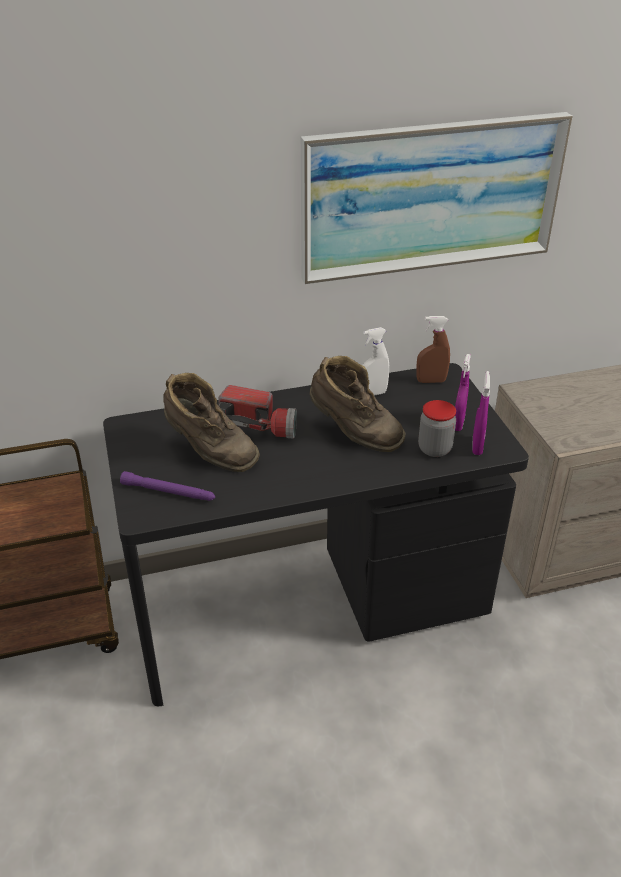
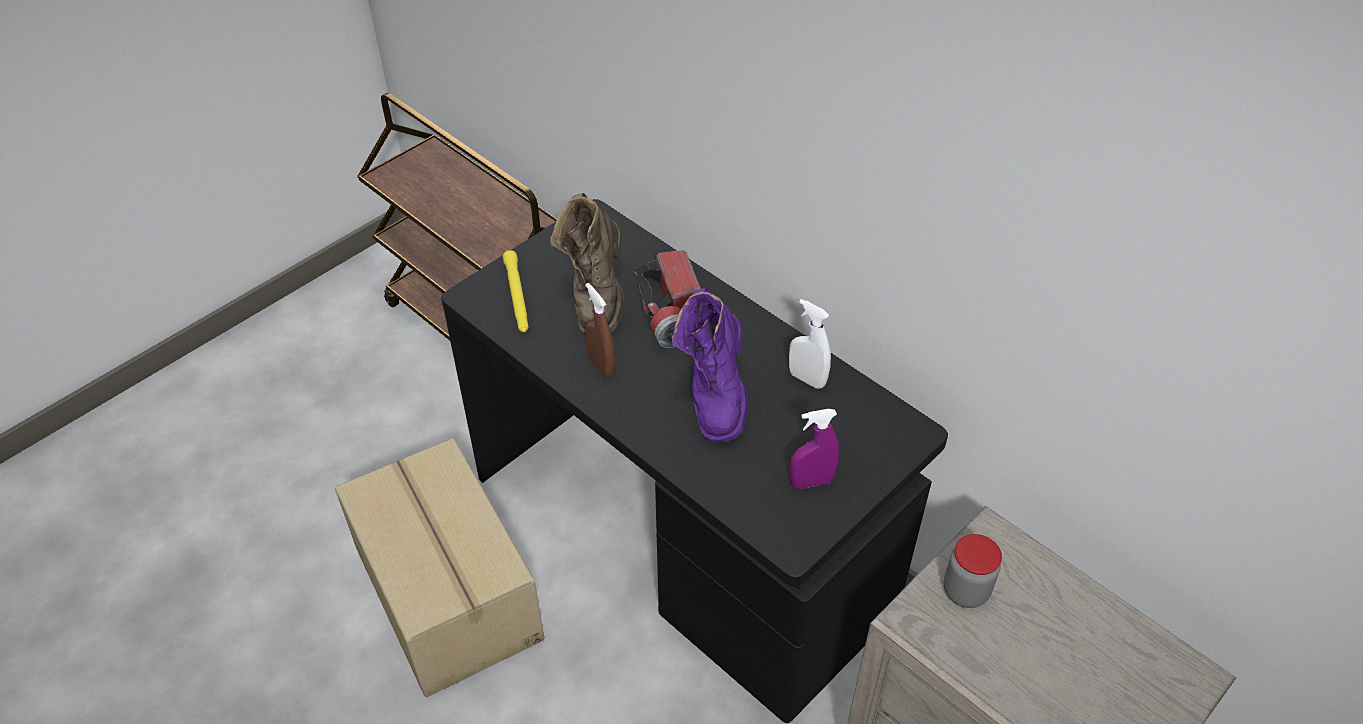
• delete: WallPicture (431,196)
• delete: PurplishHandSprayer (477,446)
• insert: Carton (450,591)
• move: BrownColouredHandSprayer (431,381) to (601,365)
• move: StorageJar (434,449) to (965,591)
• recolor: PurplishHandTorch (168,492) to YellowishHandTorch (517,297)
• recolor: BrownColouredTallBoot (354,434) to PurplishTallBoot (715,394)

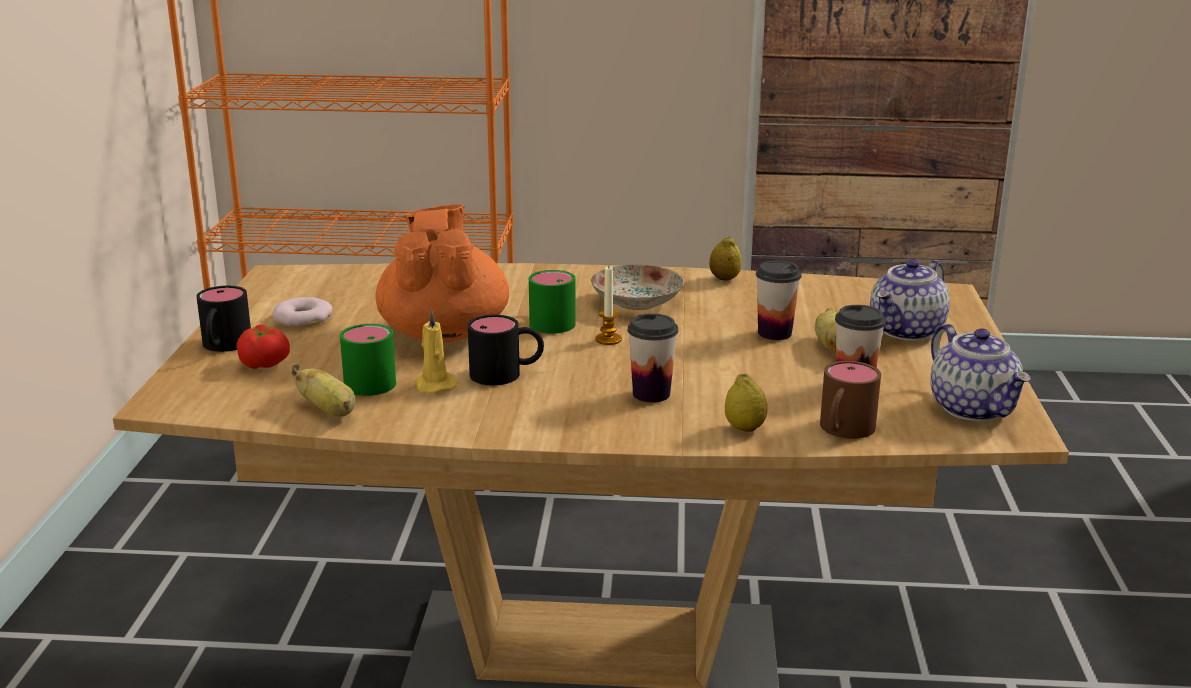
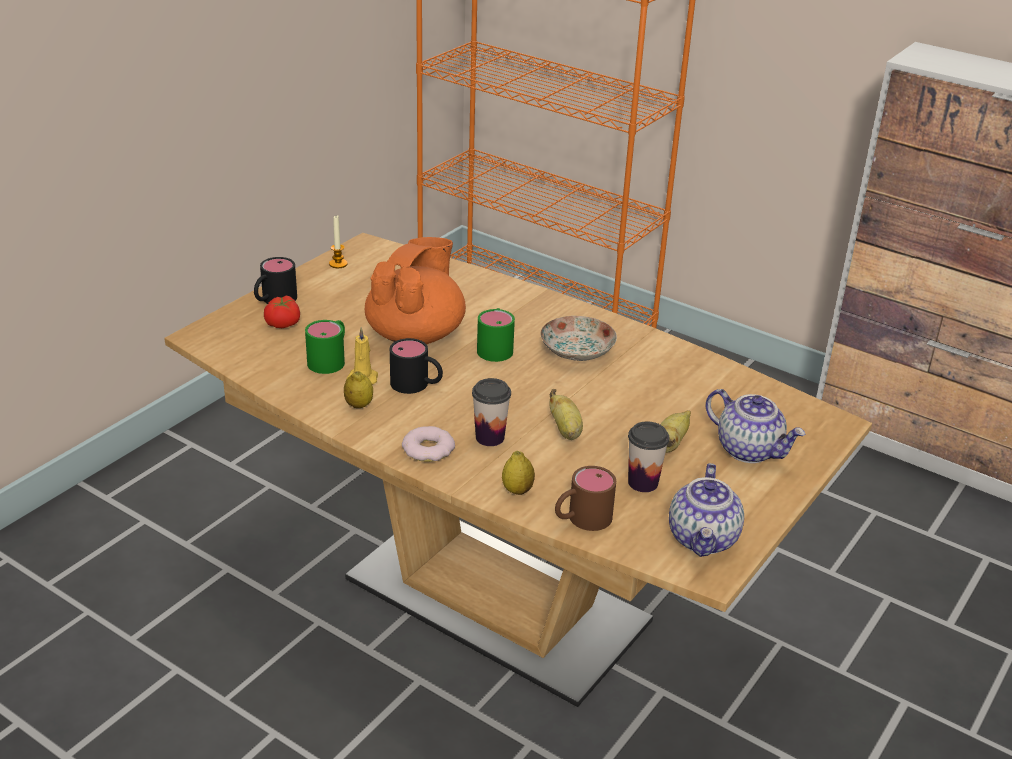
• delete: Cup (774,333)
• move: Doughnut (303,319) to (428,449)
• move: BananaFruit (329,411) to (565,430)
• move: WaxCandle (608,339) to (338,264)
• move: WholeLemon (724,279) to (359,405)
• rotate: Teapot (907,331) = (749,450) 120 degrees counterclockwise

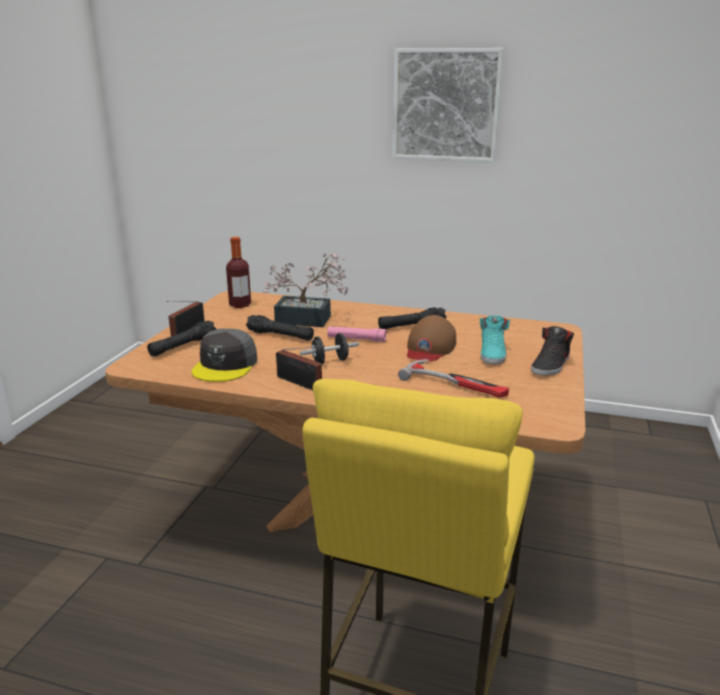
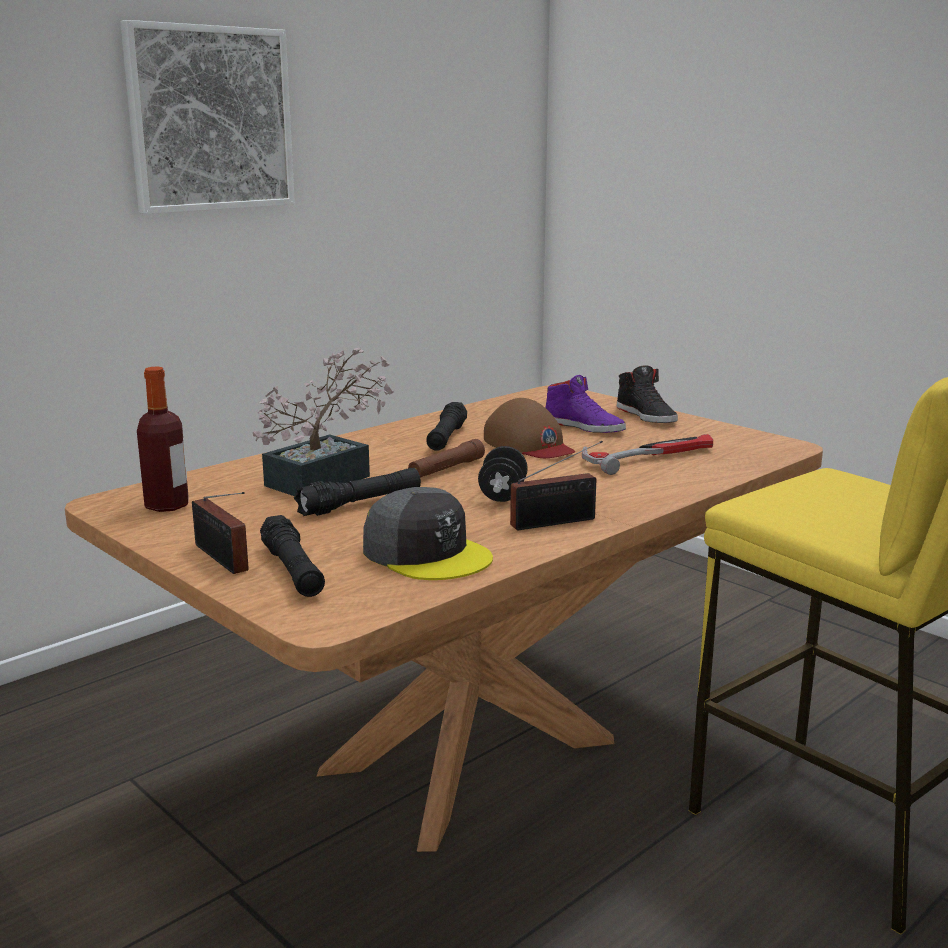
• recolor: PinkishHandTorch (356,339) to BrownColouredHandTorch (446,469)
• recolor: TurquoiseColouredItemOfFootwear (492,353) to PurplishItemOfFootwear (584,426)

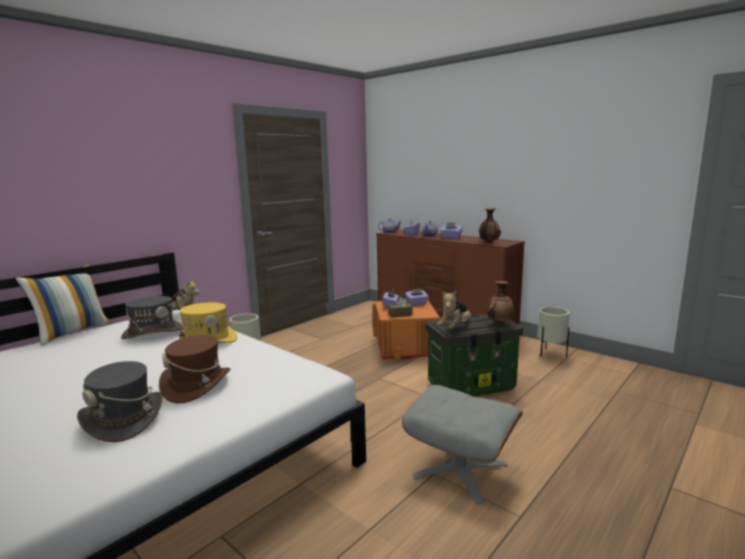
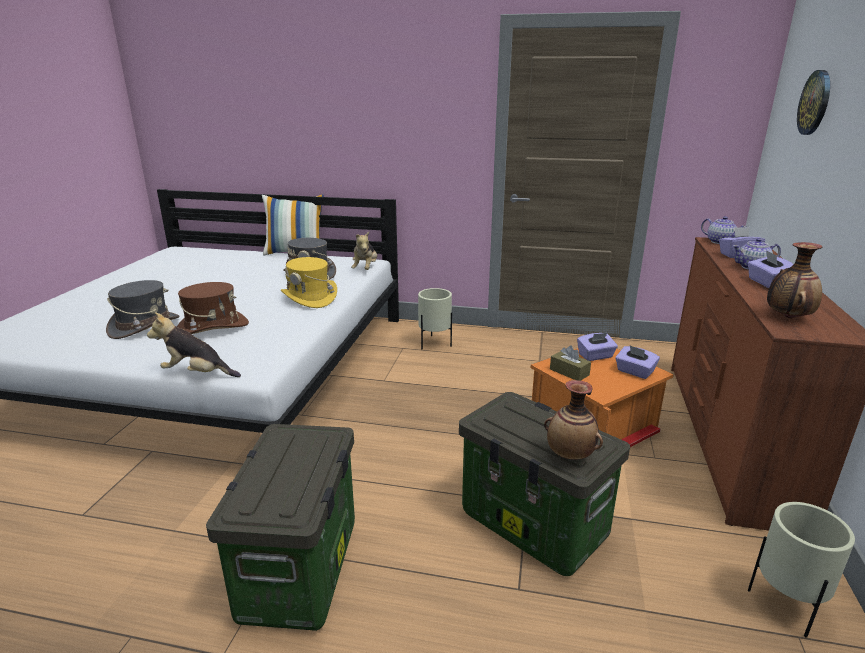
• insert: WallClock (815,102)
• move: PlushToy (455,327) to (197,374)
• replace: GrayPouffe (461,470) to StorageContainer (301,572)

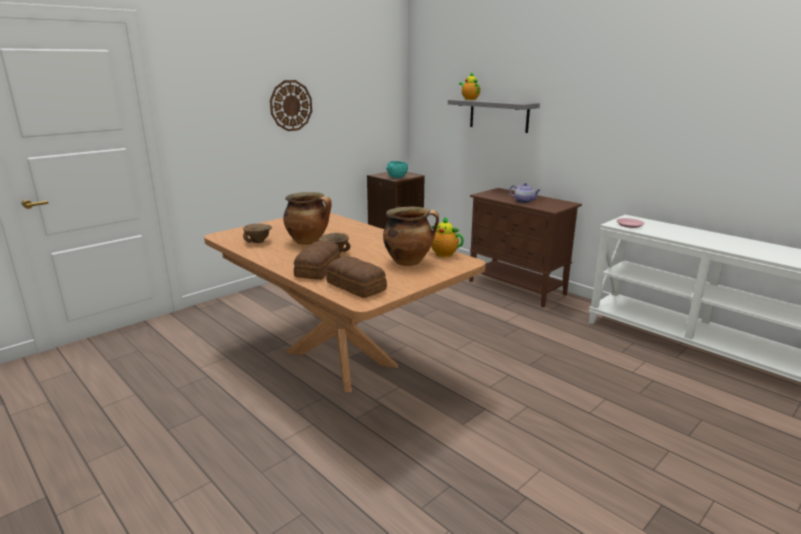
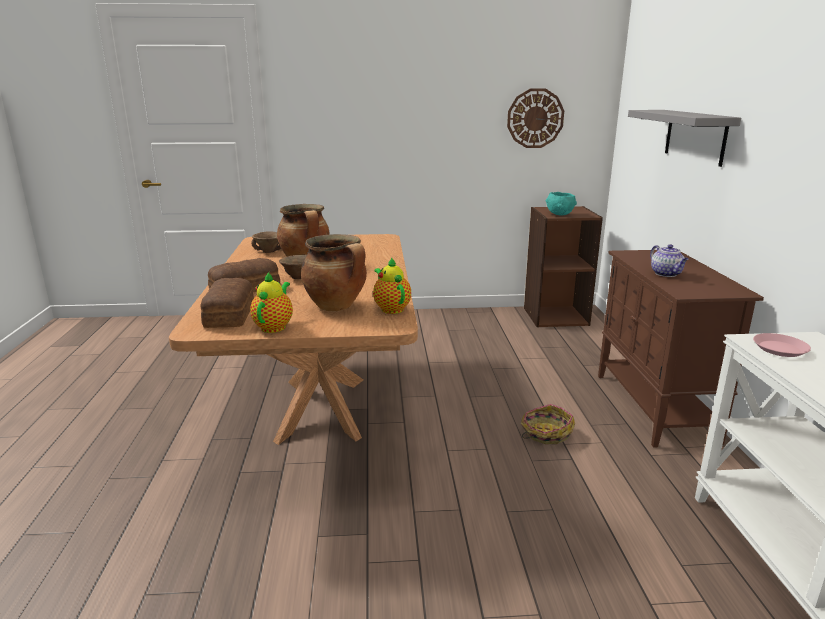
• insert: Basket (545,433)
• move: WallClock (291,105) to (535,118)
• move: Teapot (469,99) to (274,326)

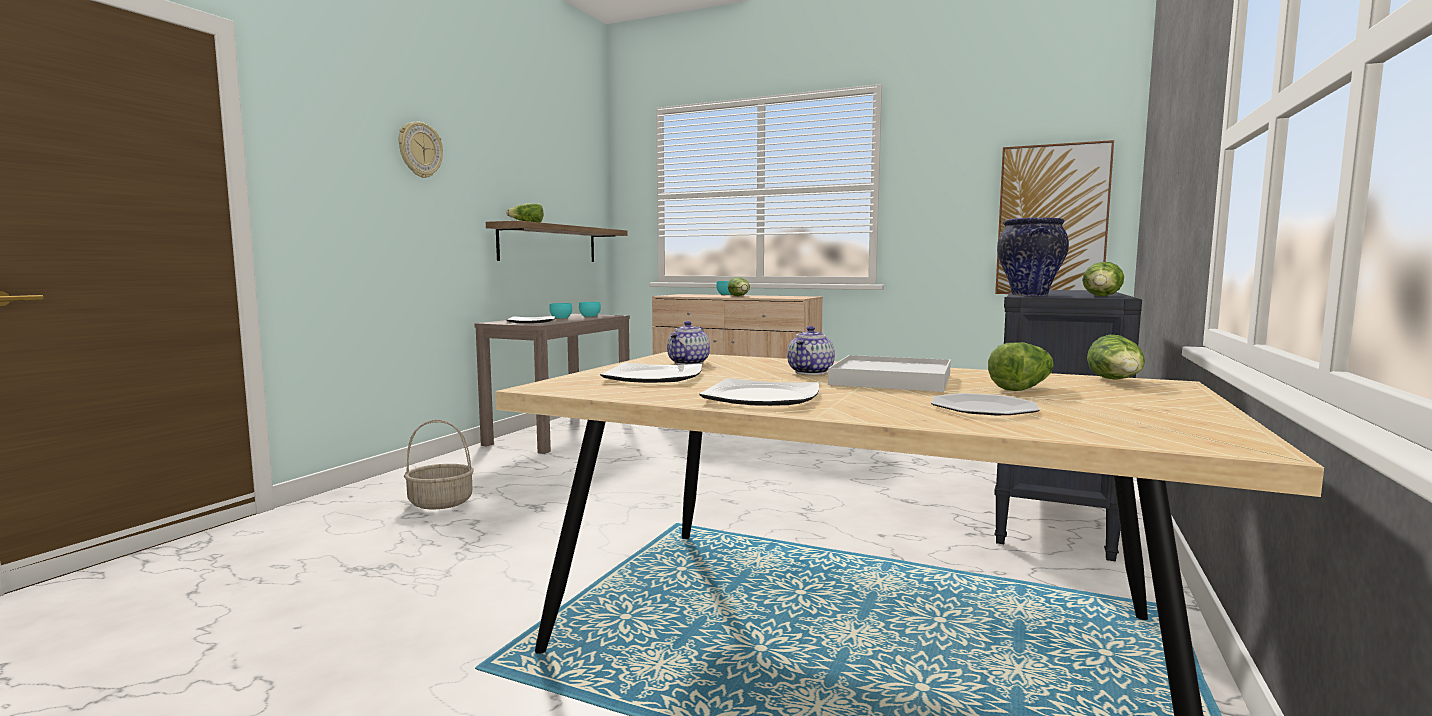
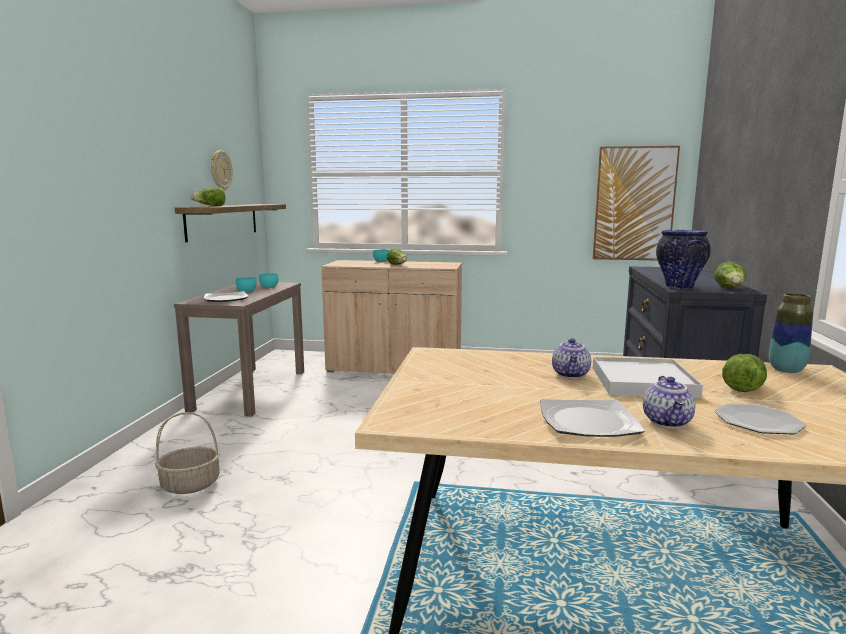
• delete: FlatDish (652,377)
• move: WallClock (419,150) to (220,170)
• move: Teapot (689,363) to (668,422)
• replace: HeadOfLettuce (1117,381) to DecorativeVase (786,370)

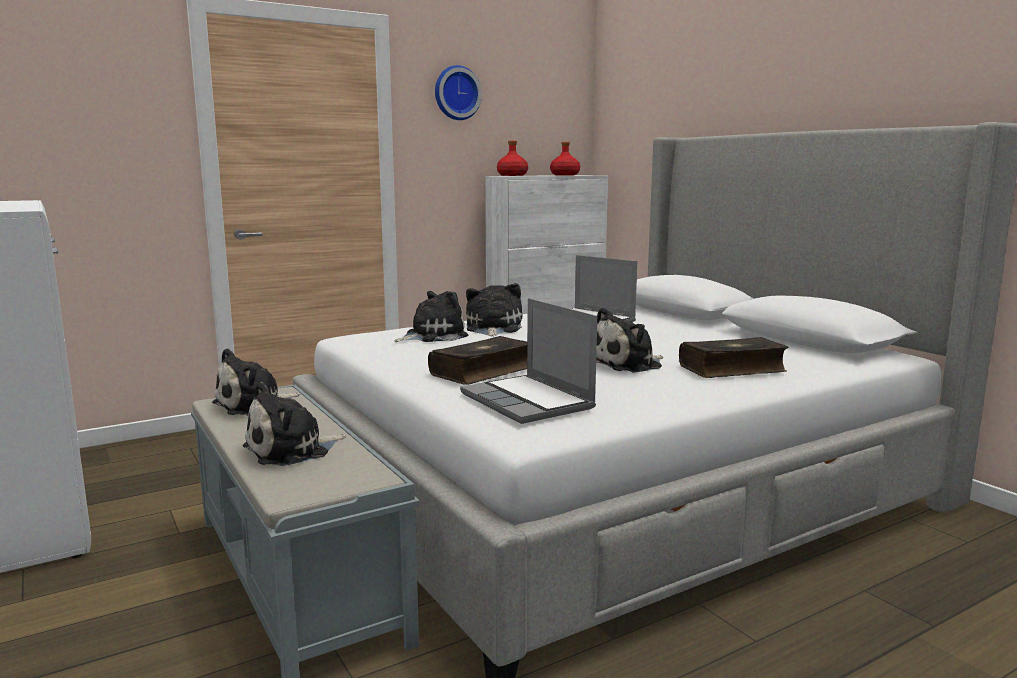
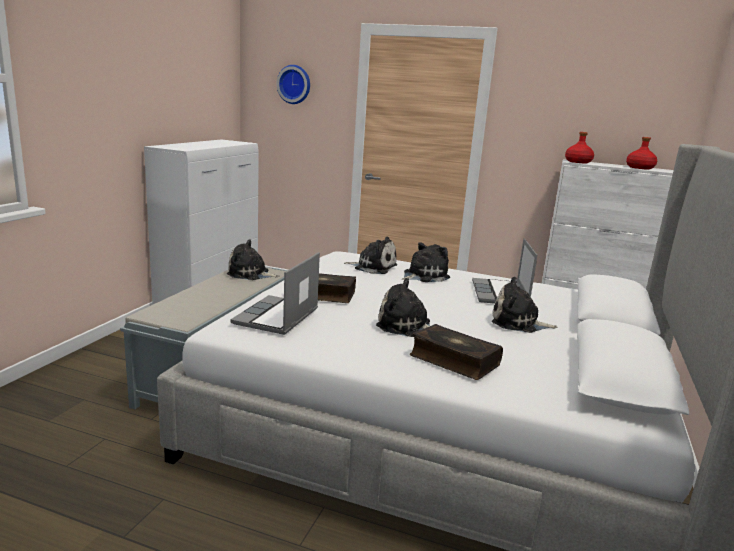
• move: PlushToy (292,450) to (518,323)
• move: WallClock (456,93) to (294,84)

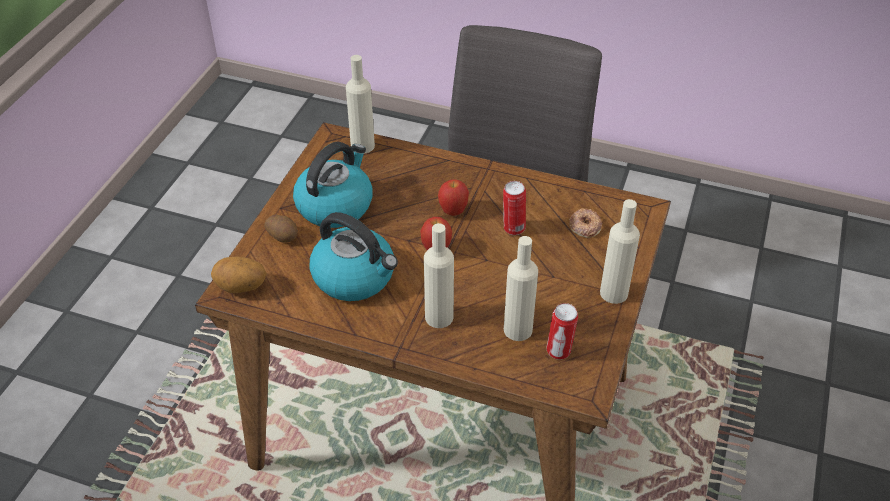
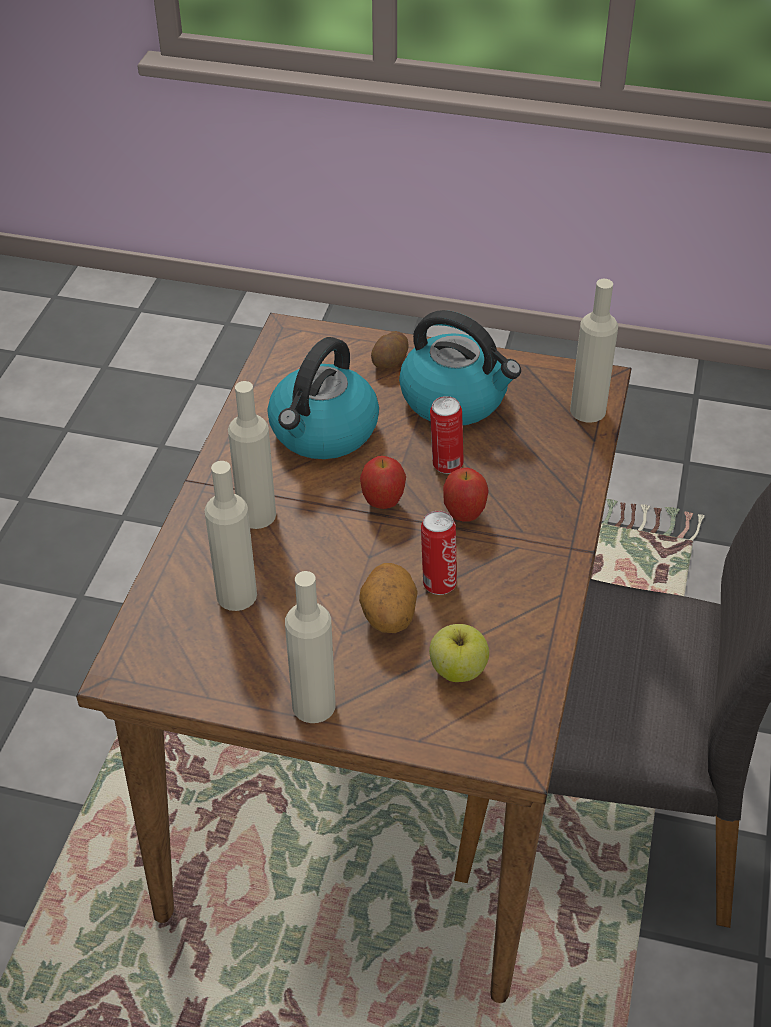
• move: Potato (241,288) to (388,617)
• move: Can (559,352) to (446,465)
• replace: Doughnut (585,226) to WholeApple (458,669)

